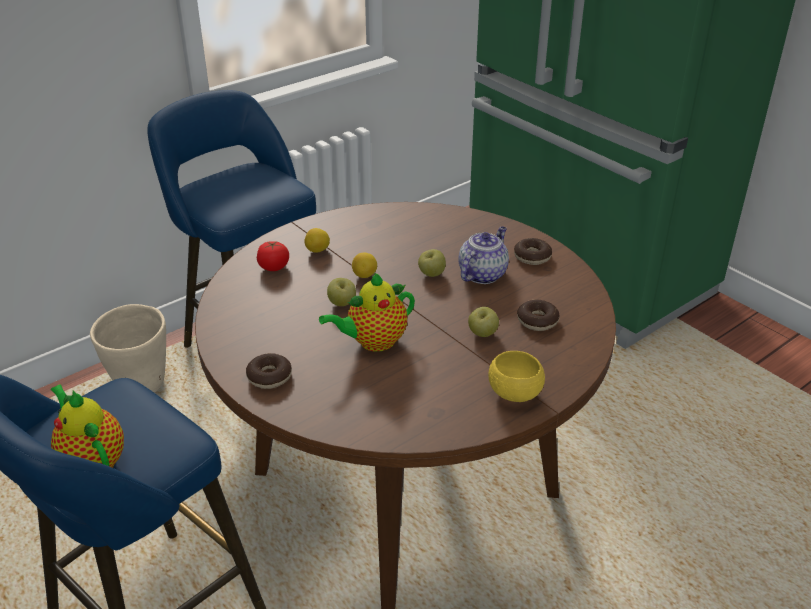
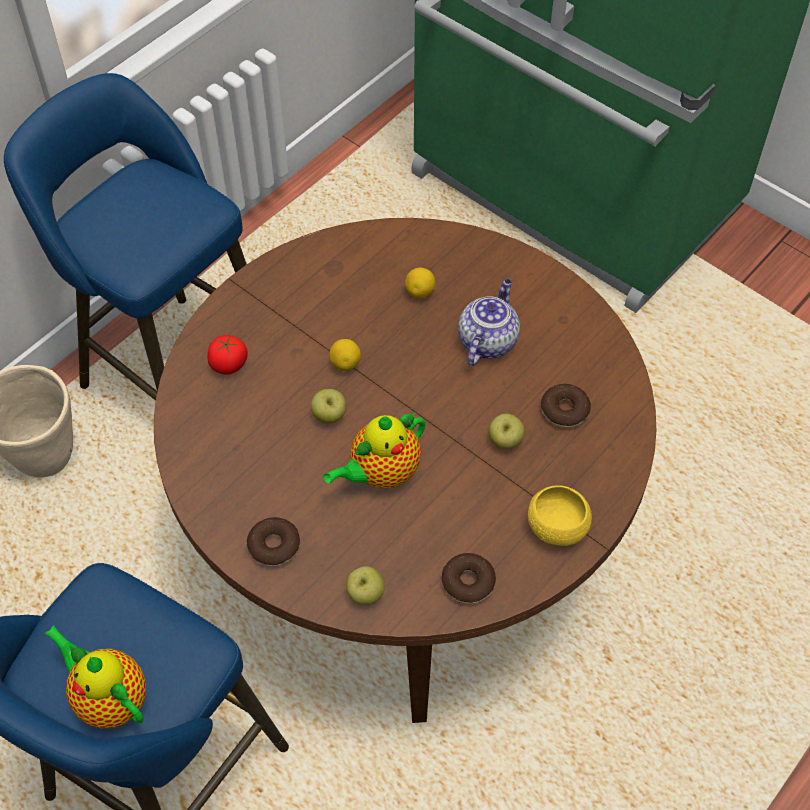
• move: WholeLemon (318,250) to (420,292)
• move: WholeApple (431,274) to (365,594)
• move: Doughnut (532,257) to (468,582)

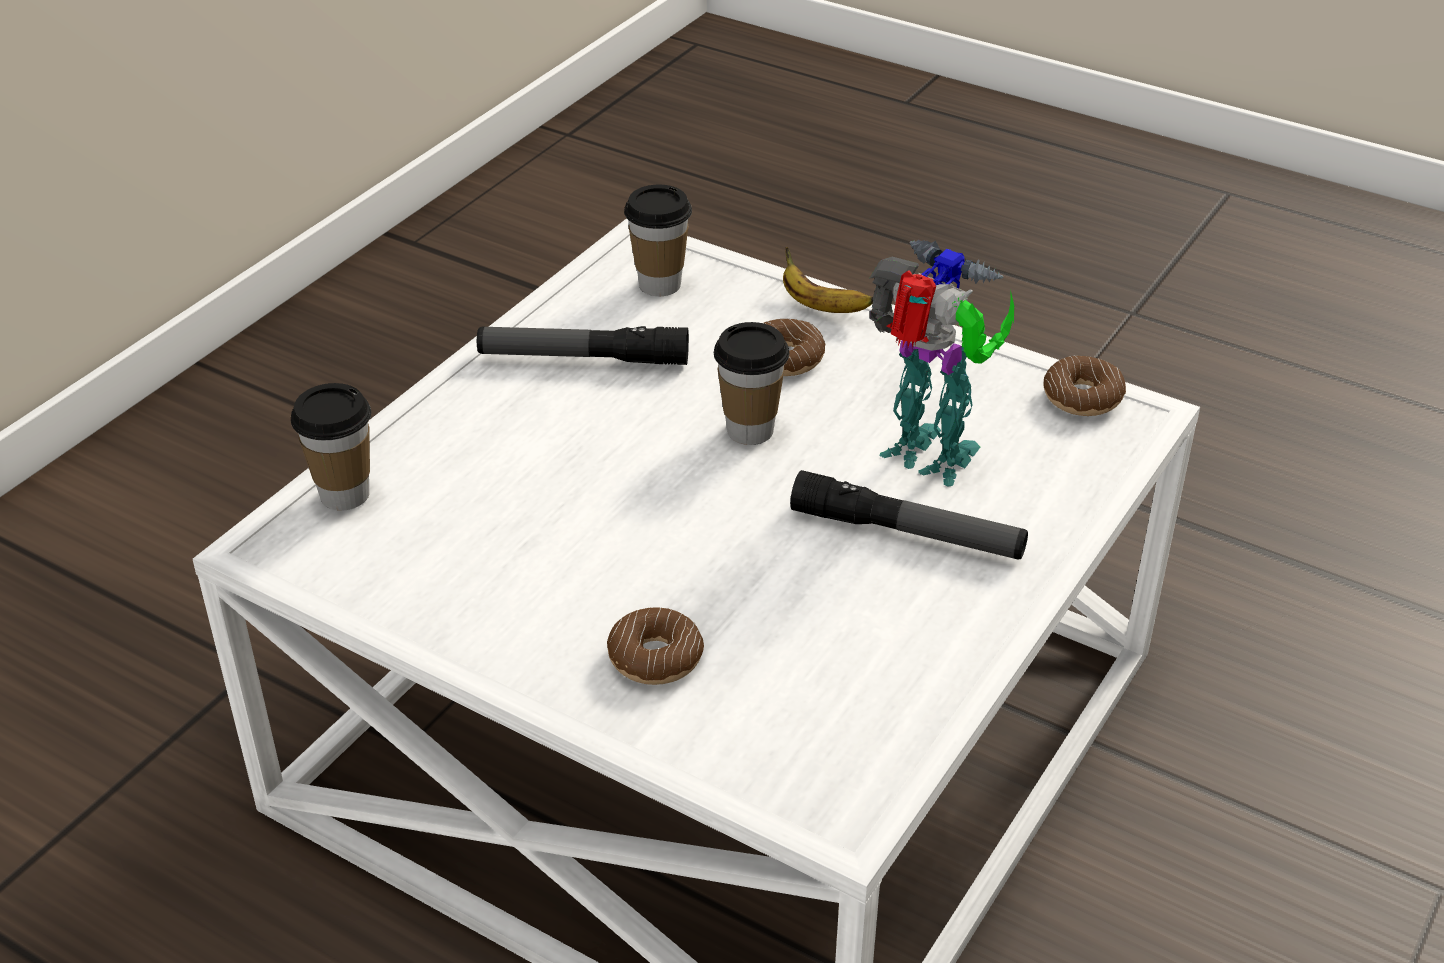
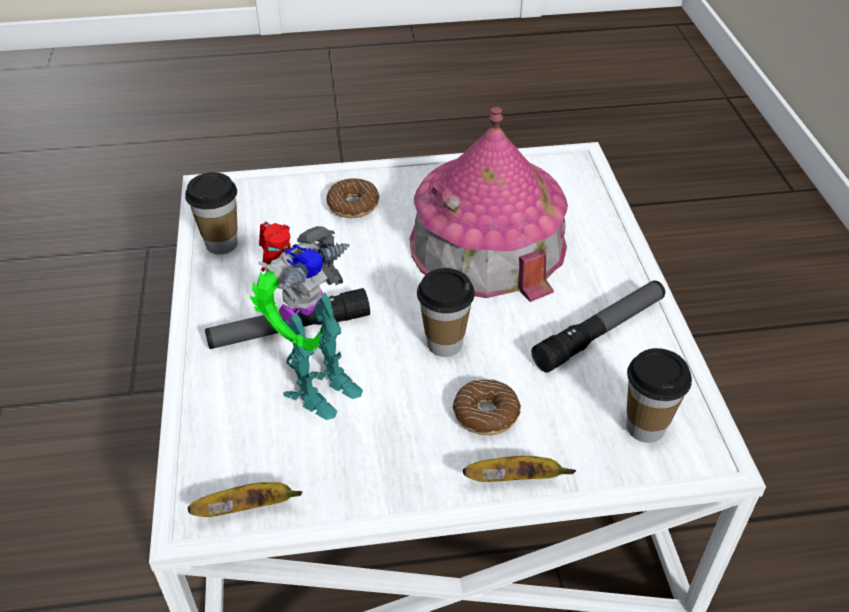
• insert: ToyHouse (487,244)
• move: Cup (345,495) to (221,244)
• replace: Doughnut (1082,397) to BananaFruit (248,508)
• rotate: ModelRobot (930,460) = (316,387) 45 degrees counterclockwise

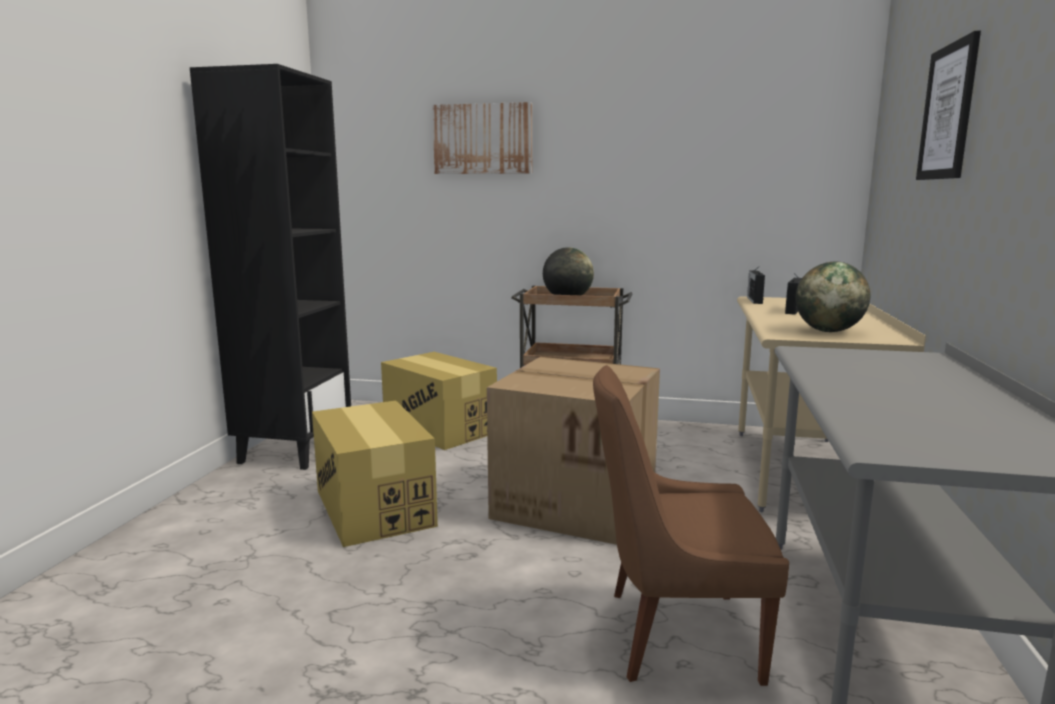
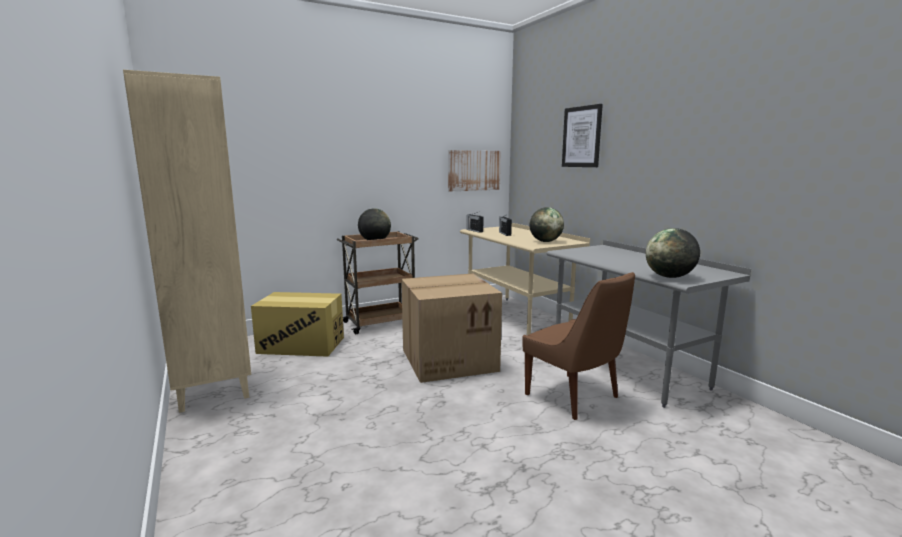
• delete: Carton (374,507)
• insert: WorldGlobe (669,277)
• move: WallPicture (483,139) to (474,170)
• recolor: BlackishBookshelf (294,449) to BeigeColouredBookshelf (213,388)
• rotate: BrownColouredPlainChair (675,635) = (574,397) 90 degrees counterclockwise

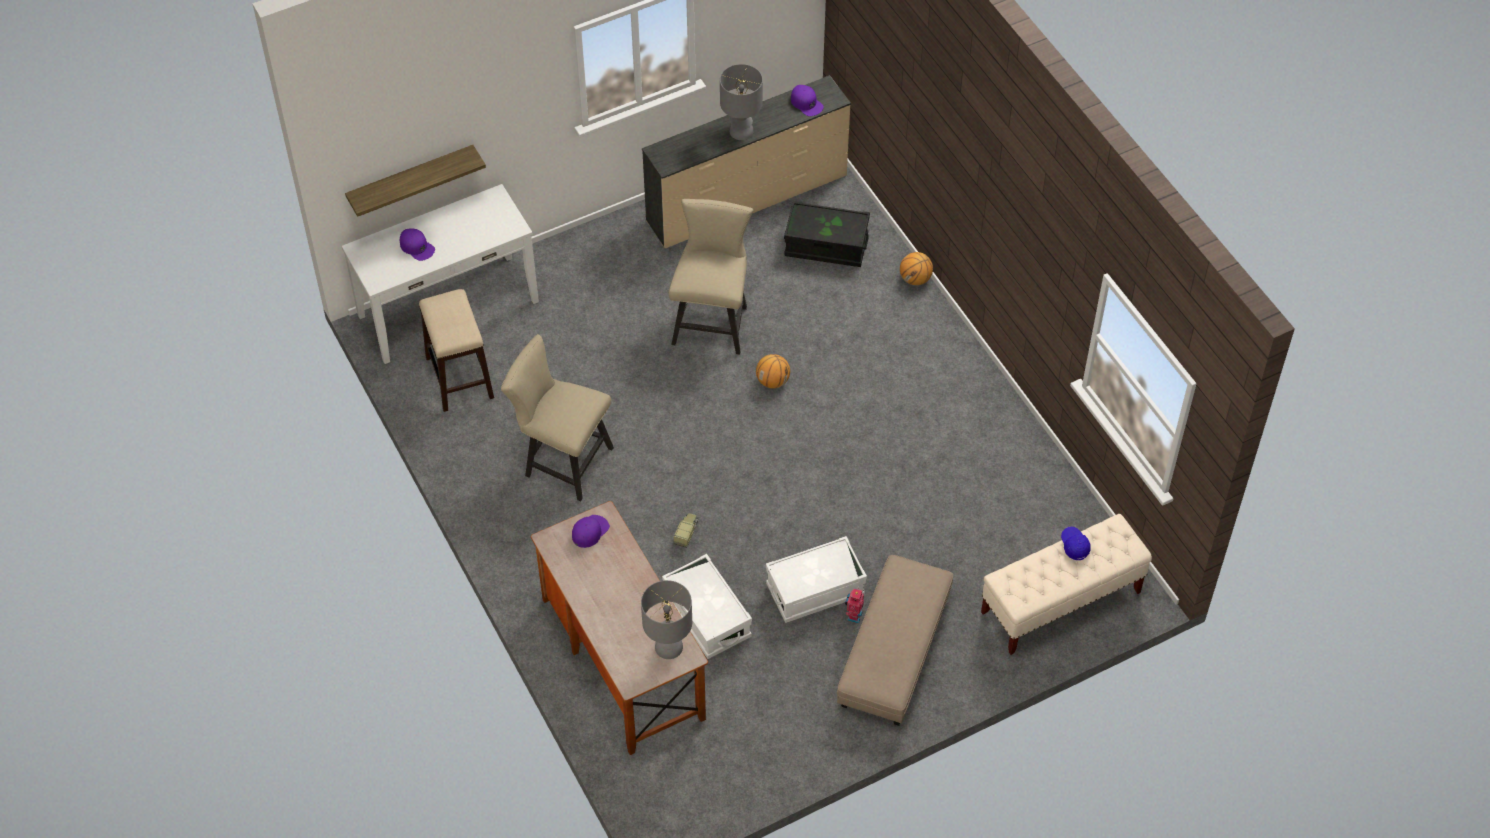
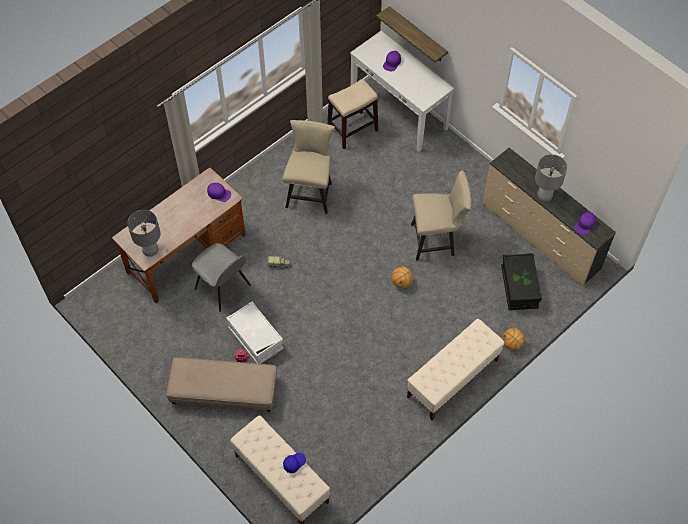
• insert: BeigeColouredBench (452,379)
• replace: WhitishStorageContainer (707,617) to GrayPlainChair (223,288)

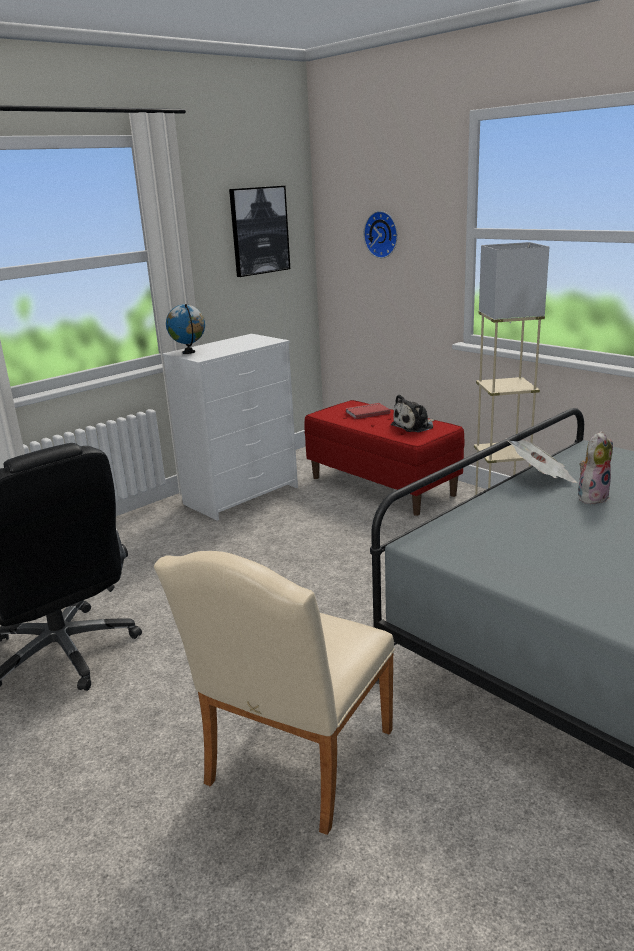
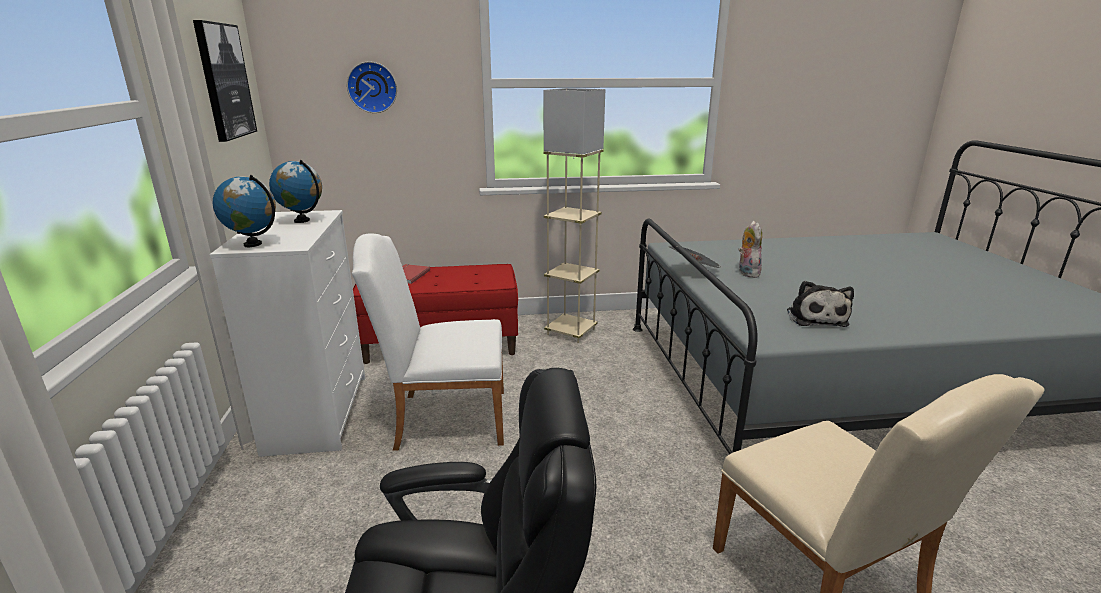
• insert: WorldGlobe (302,220)
• insert: WhitishPlainChair (443,418)
• move: PlushToy (414,426) to (815,317)

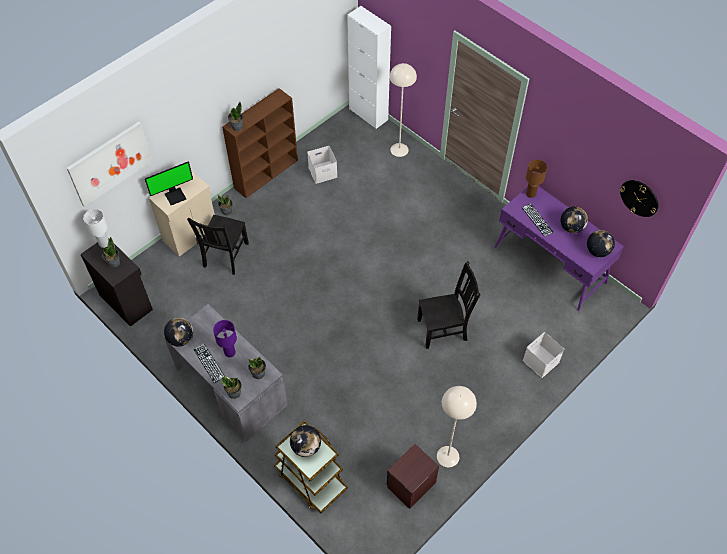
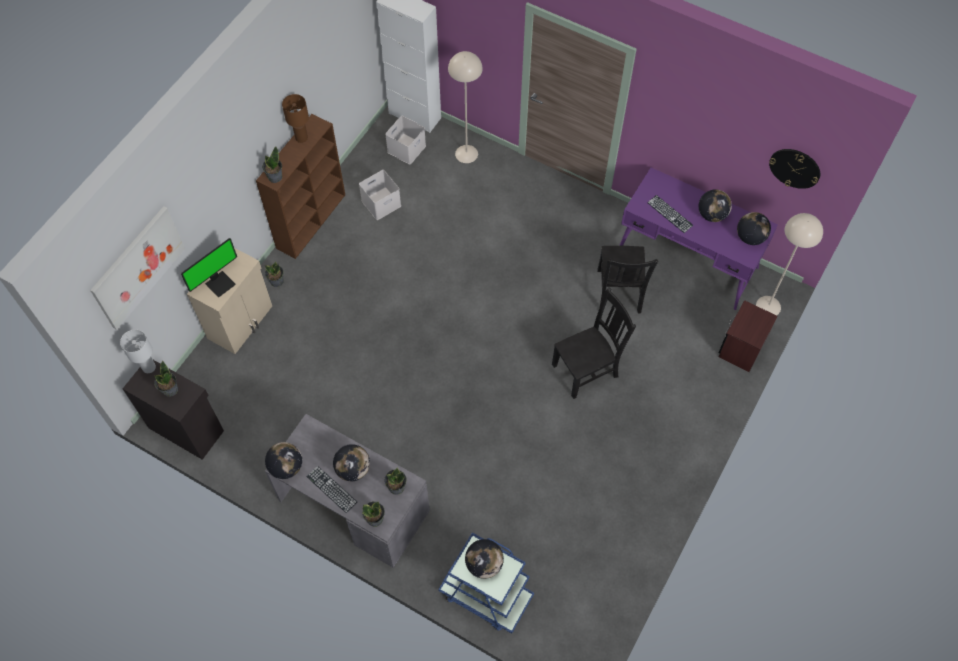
• move: BlackishPlainChair (225,256) to (618,293)
• move: BrownColouredNightTable (411,484) to (741,348)
• move: BeigeColouredStandingLamp (447,456) to (768,306)
• move: WhitishStorageContainer (540,360) to (406,148)
• move: BrownColouredTabletopLamp (531,194) to (301,138)
• replace: PurplishTabletopLamp (230,352) to WorldGlobe (353,469)
• recolor: BrownColouredTrolley (310,479) to BluishTrolley (485,595)

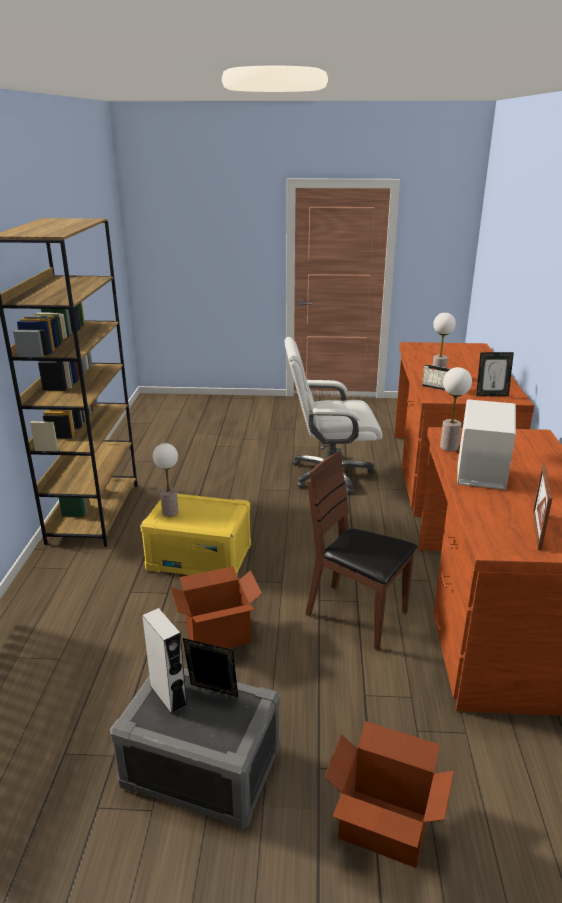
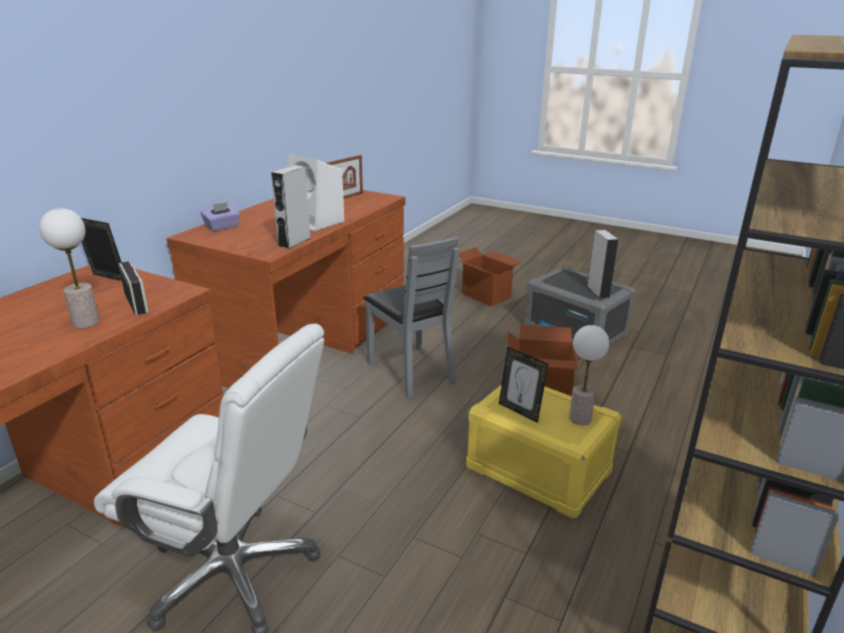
• insert: PurplishTissueHolder (222,227)
• move: PictureFrame (212,694) to (520,411)
• replace: TabletopLamp (448,447) to GraySpeaker (294,242)
• recolor: BrownColouredPlainChair (356,615) to GrayPlainChair (411,372)

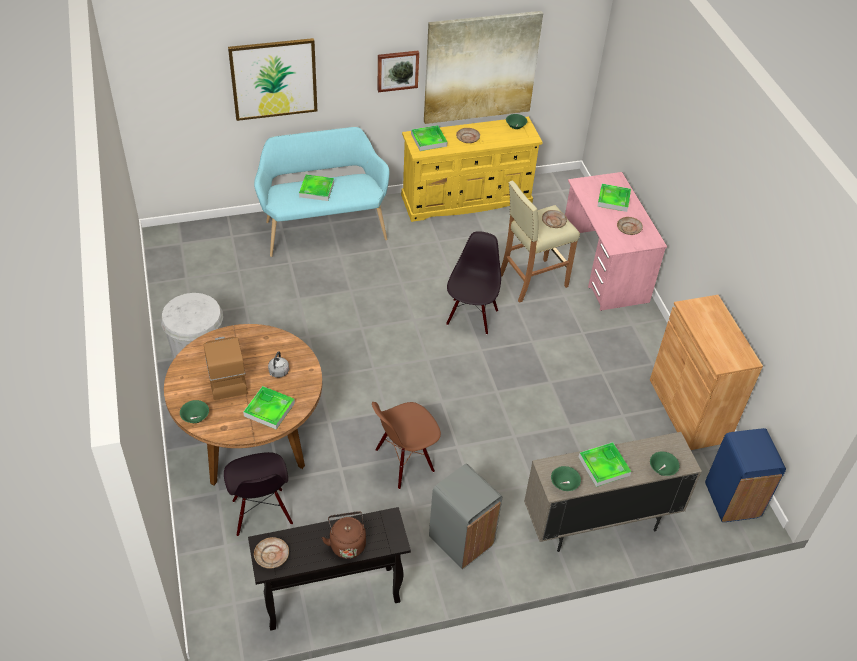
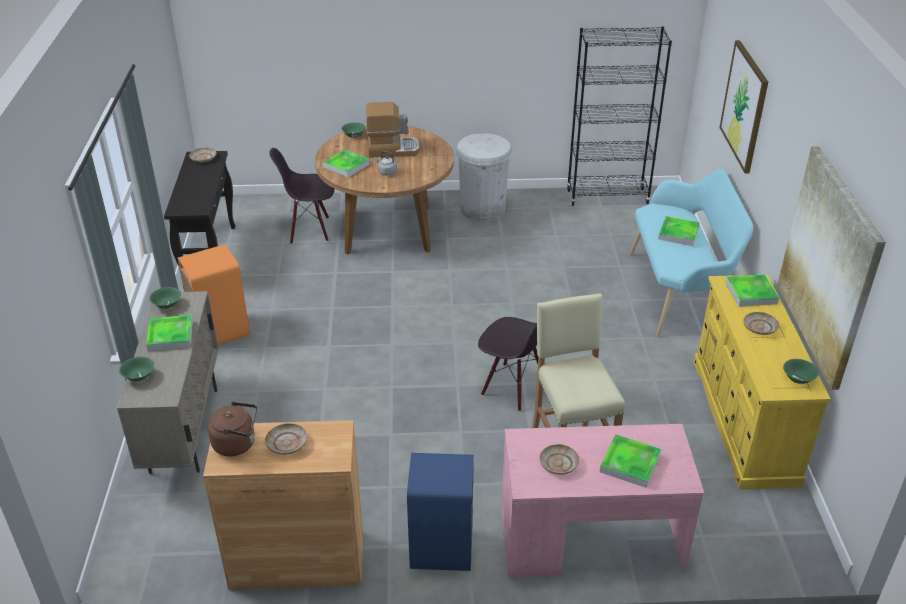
• delete: BrownColouredPlainChair (404,462)
• delete: WallPicture (397,70)
• insert: BlackishBookshelf (607,197)
• move: BrownColouredWaterKettle (347,543) to (237,444)
• move: BeigeColouredFlatDish (553,222) to (287,443)
• move: BluishTrashCan (732,500) to (442,550)
• recolor: GrayTrashCan (461,542) to OrangeyTrashCan (220,331)

